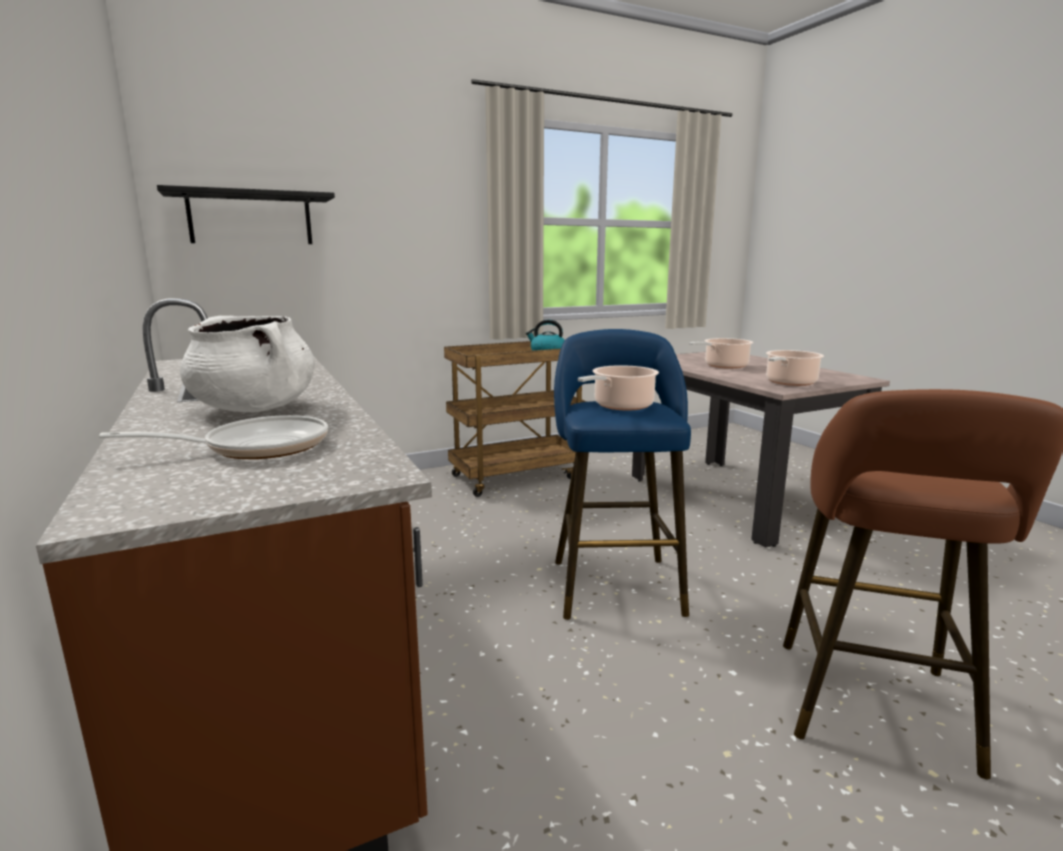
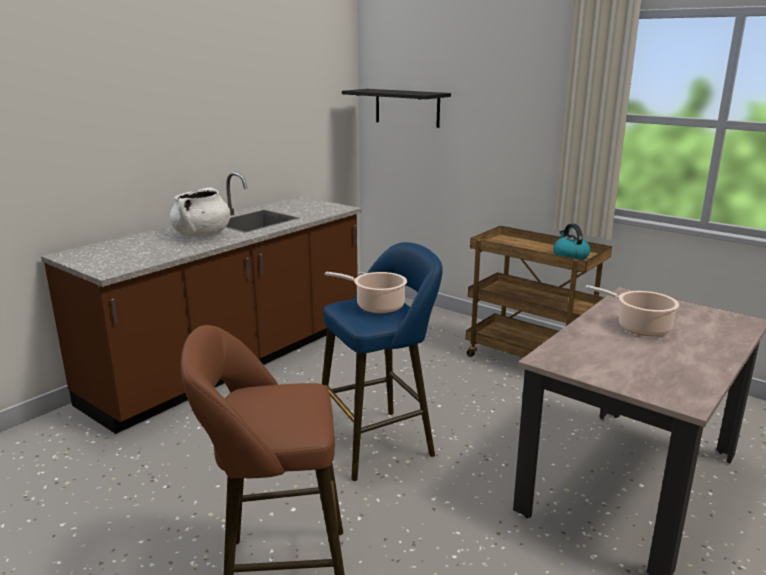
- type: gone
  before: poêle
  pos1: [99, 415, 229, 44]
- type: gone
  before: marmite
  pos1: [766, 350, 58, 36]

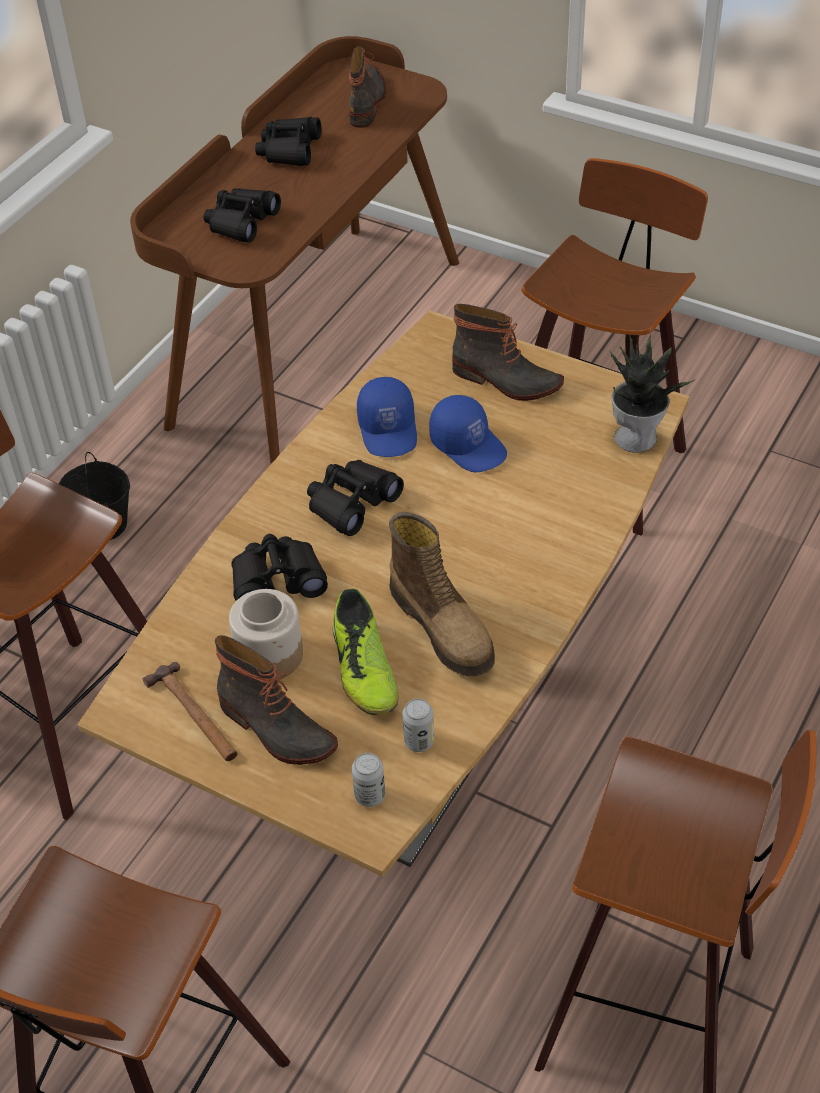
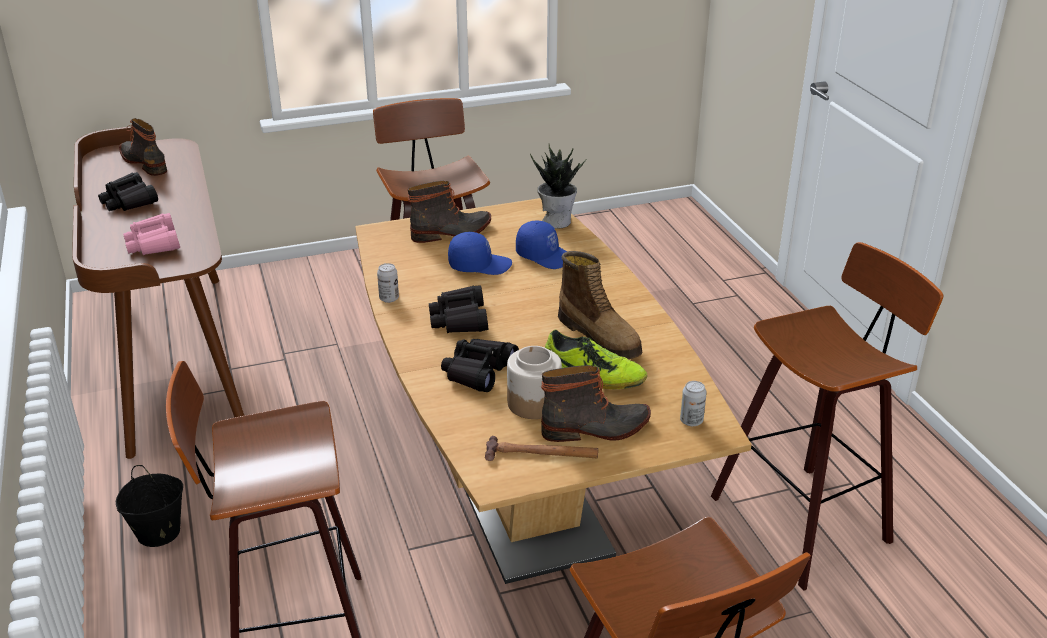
- type: repainted
  before: jumelles [noir]
  after: jumelles [rose]
  pos1: [204, 188, 77, 54]
  pos2: [123, 213, 57, 42]
- type: shifted
  before: boîte métallique
  pos1: [403, 698, 31, 54]
  pos2: [377, 263, 22, 40]
- type: shifted
  before: casquette [bleu]
  pos1: [357, 377, 60, 80]
  pos2: [516, 220, 51, 49]
- type: rotated
  before: botte
  pos1: [389, 512, 106, 164]
  pos2: [558, 251, 84, 108]
  turn: 45

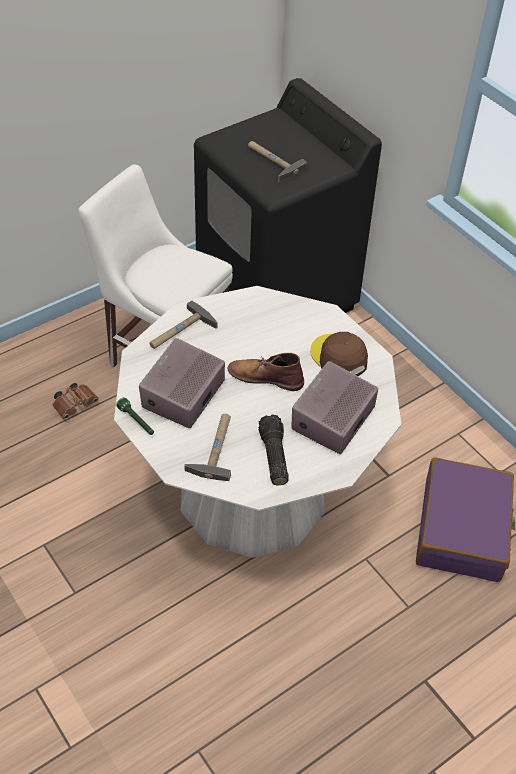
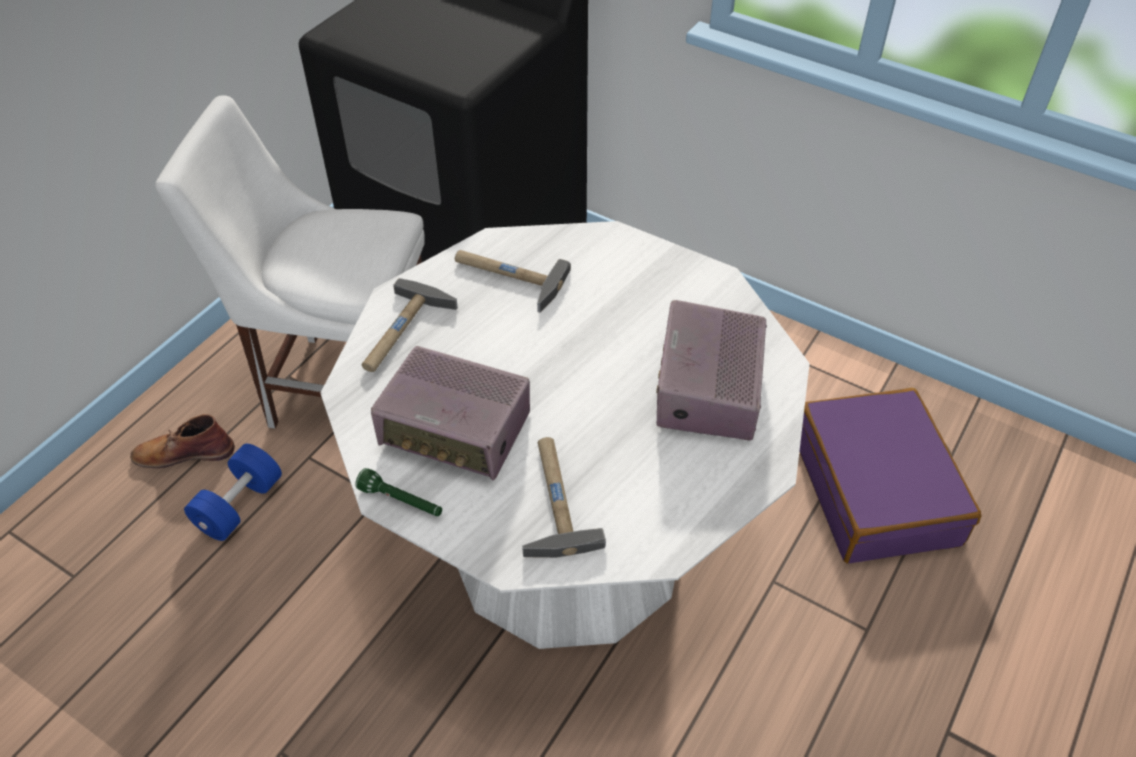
- type: shifted
  before: botte [marron]
  pos1: [228, 353, 76, 38]
  pos2: [130, 414, 105, 54]
- type: swapped
  before: jumelles [marron]
  after: haltère [bleu]
  pos1: [53, 383, 46, 36]
  pos2: [184, 444, 98, 97]
- type: rotated
  before: radio
  pos1: [139, 338, 86, 90]
  pos2: [371, 346, 159, 135]
  turn: -75
- type: shifted
  before: marteau
  pos1: [248, 141, 59, 41]
  pos2: [455, 250, 116, 63]
- type: gone
  before: lampe de poche
  pos1: [258, 415, 31, 70]
- type: gone
  before: casquette [marron]
  pos1: [310, 332, 58, 44]

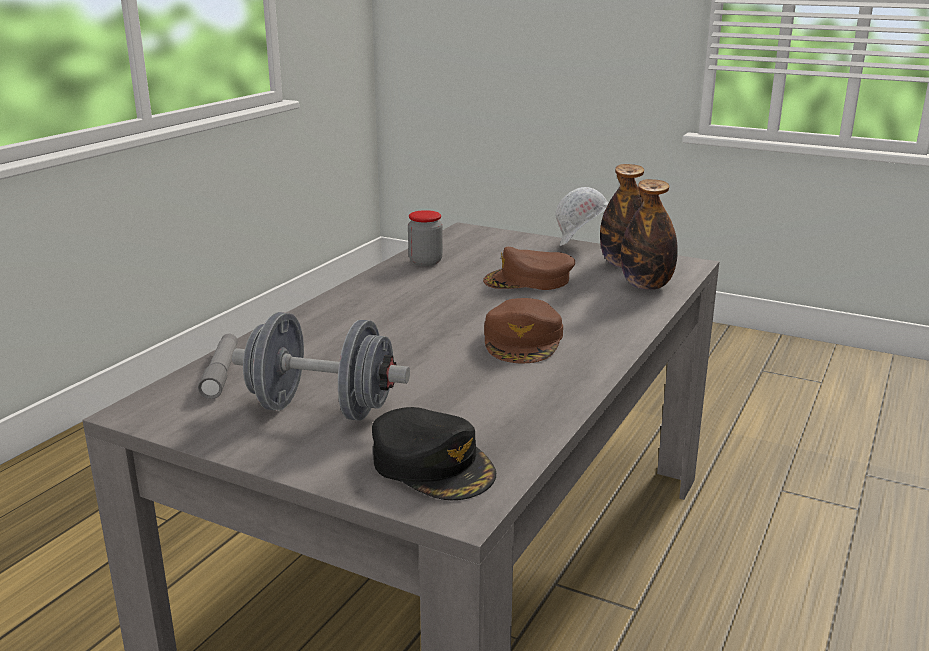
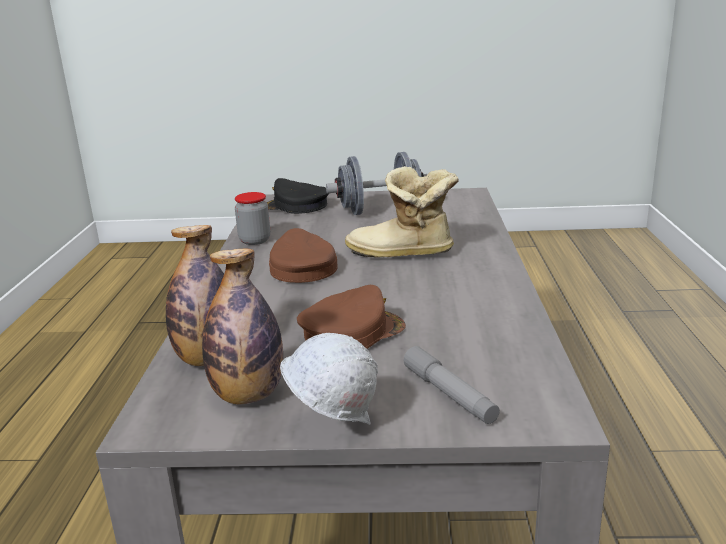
- type: shifted
  before: bocal
  pos1: [408, 210, 35, 56]
  pos2: [235, 192, 35, 53]
- type: new
  after: botte
  pos2: [345, 166, 114, 92]
- type: shifted
  before: lampe de poche [gris]
  pos1: [198, 334, 40, 65]
  pos2: [403, 346, 97, 78]

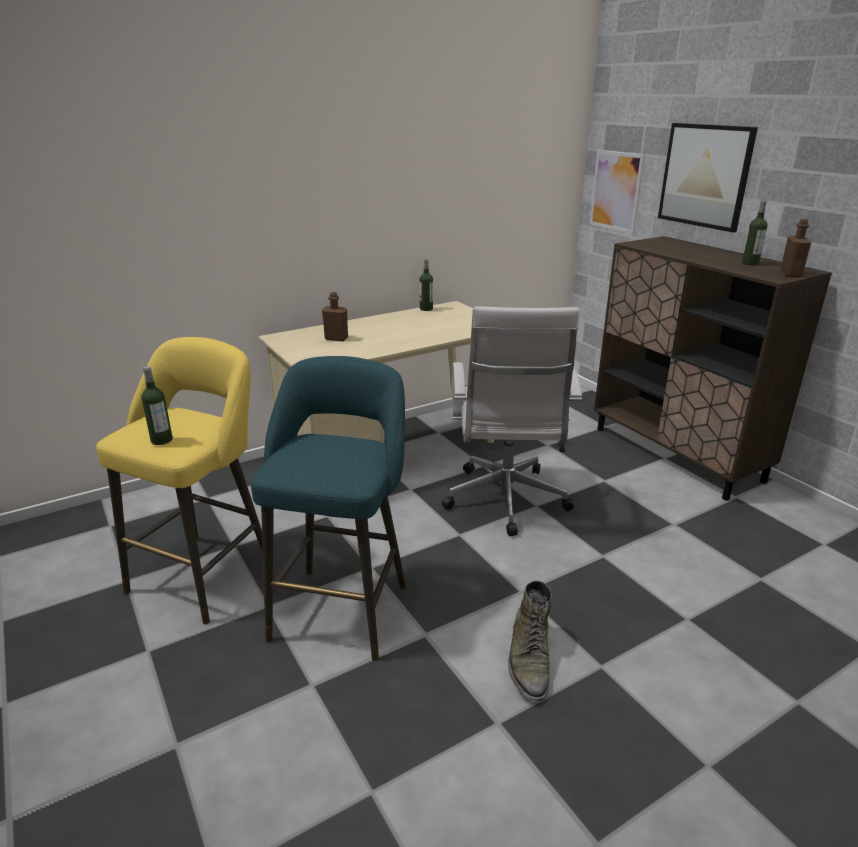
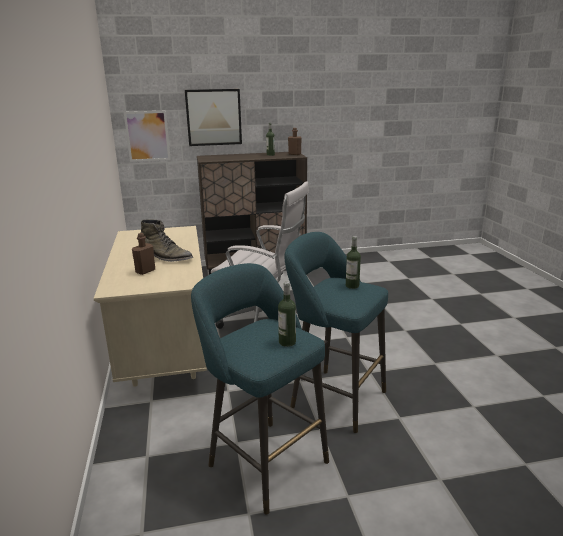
- type: shifted
  before: botte [vert]
  pos1: [508, 580, 44, 121]
  pos2: [141, 219, 52, 43]
- type: repainted
  before: tabouret [jaune]
  after: tabouret [turquoise]
  pos1: [96, 337, 167, 287]
  pos2: [191, 263, 138, 251]
- type: shifted
  before: bouteille
  pos1: [420, 259, 13, 52]
  pos2: [346, 236, 15, 53]

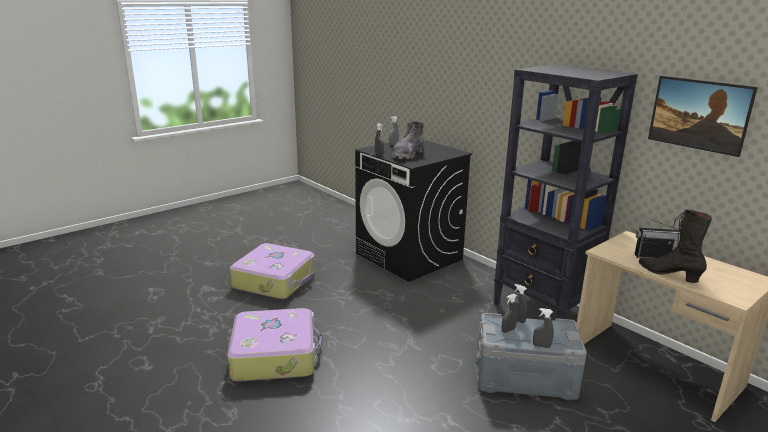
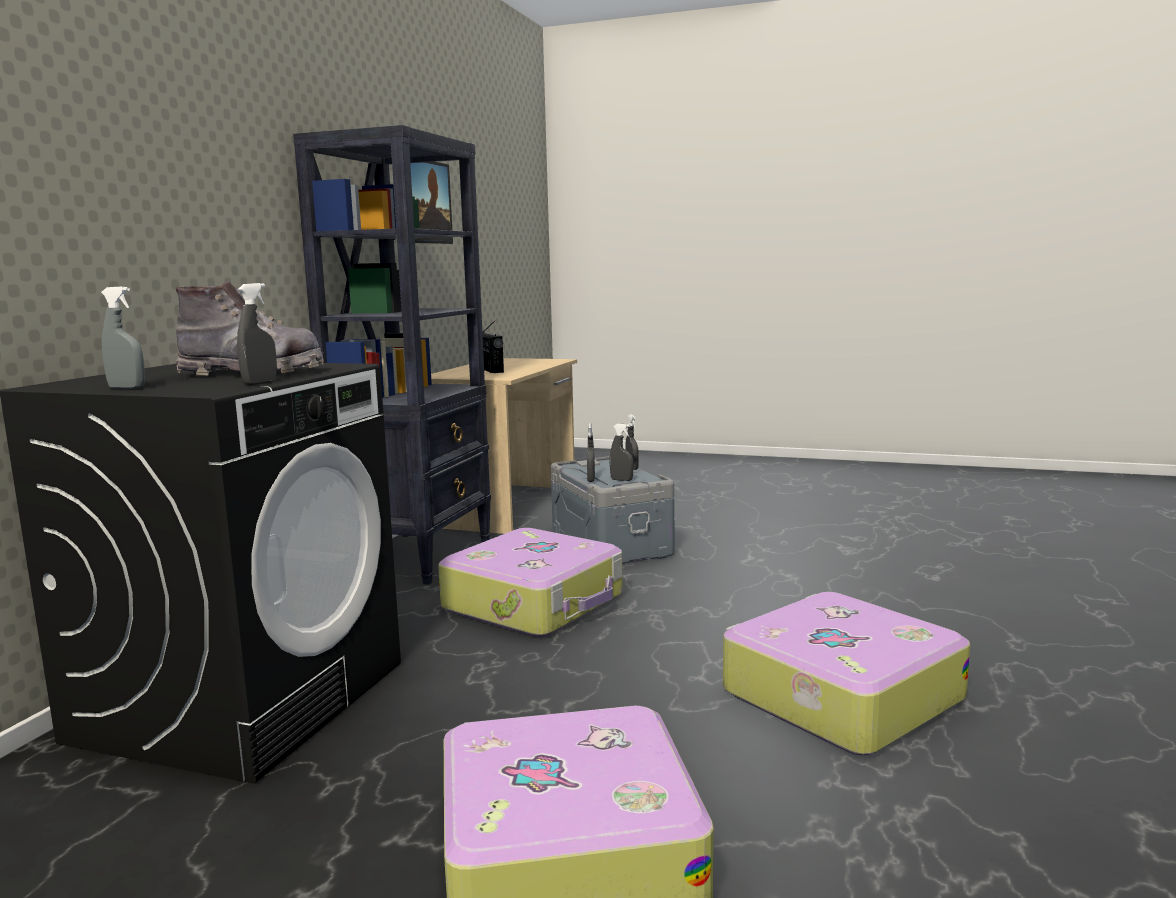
- type: new
  after: valise
  pos2: [438, 528, 185, 109]
- type: gone
  before: botte [noir]
  pos1: [639, 210, 73, 73]

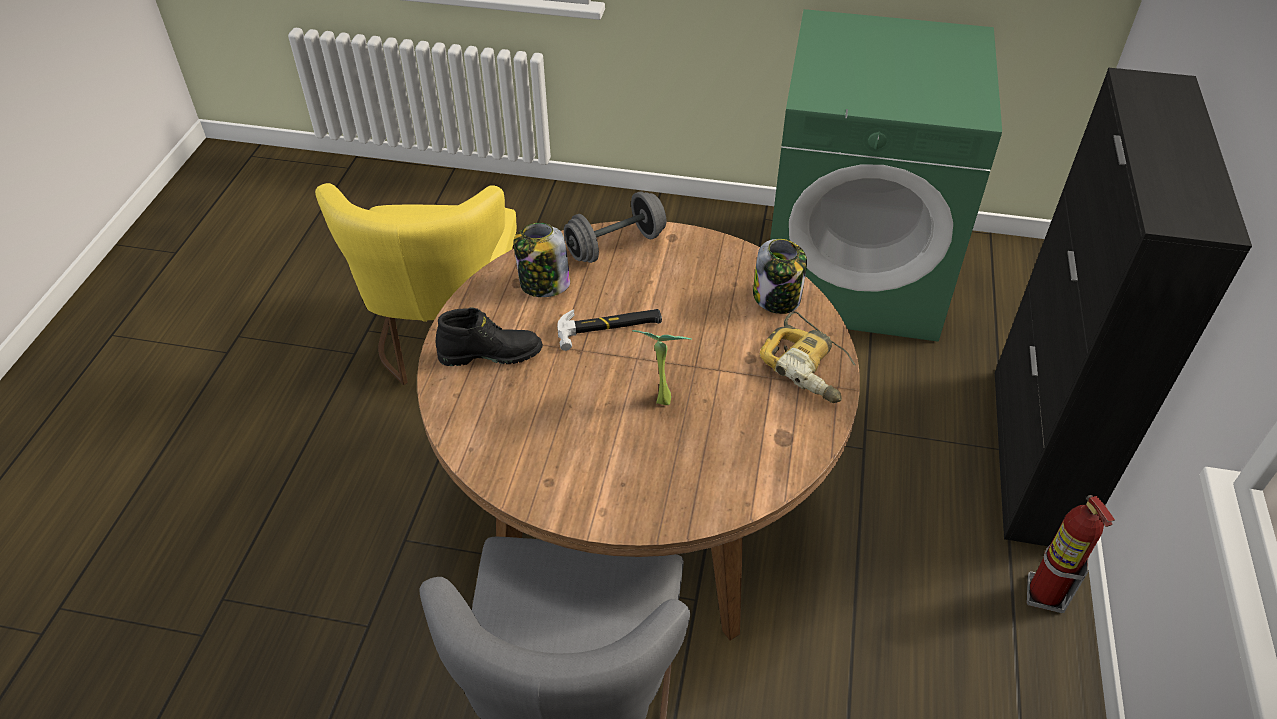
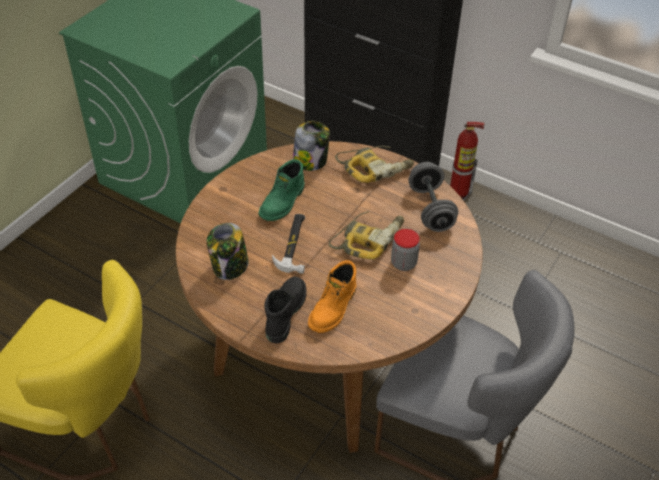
- type: new
  after: botte [vert]
  pos2: [259, 159, 46, 62]
- type: new
  after: botte [orange]
  pos2: [308, 260, 48, 73]
- type: swapped
  before: plante en pot
  after: perceuse
  pos1: [632, 330, 60, 75]
  pos2: [329, 211, 75, 49]
- type: new
  after: bocal
  pos2: [391, 229, 29, 42]
- type: shifted
  before: haltère [gris]
  pos1: [564, 191, 102, 72]
  pos2: [408, 162, 50, 70]

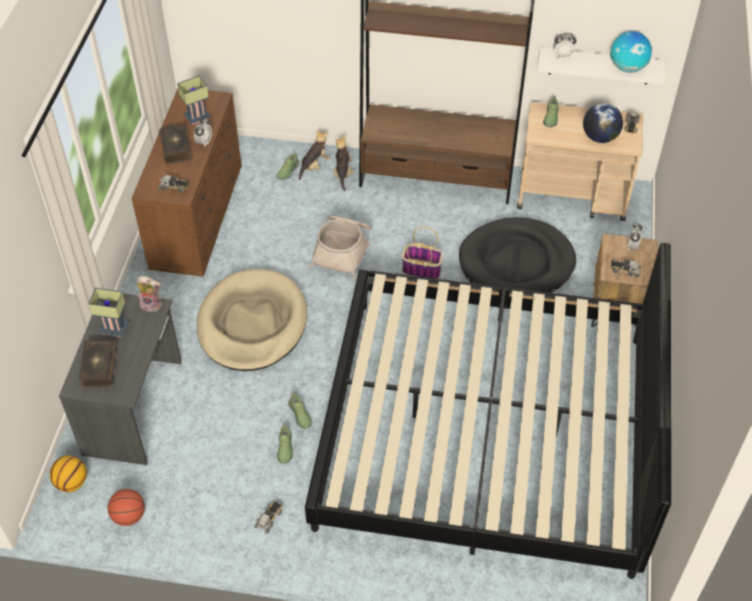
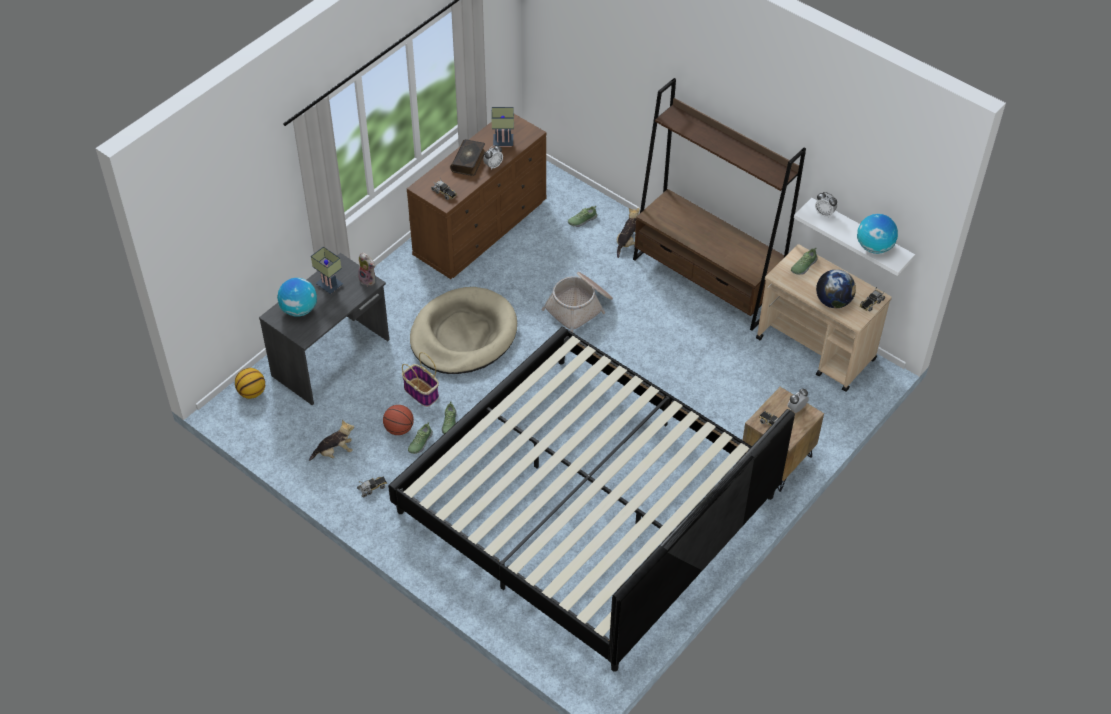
- type: swapped
  before: livre
  after: globe
  pos1: [79, 341, 38, 47]
  pos2: [277, 278, 40, 39]
- type: shifted
  before: peluche
  pos1: [299, 130, 31, 50]
  pos2: [309, 420, 45, 41]
- type: shifted
  before: ballon de basket
  pos1: [108, 489, 37, 37]
  pos2: [383, 405, 31, 30]
- type: shifted
  before: panier
  pos1: [402, 227, 41, 52]
  pos2: [402, 352, 37, 55]
- type: gone
  before: panier pour chien [noir]
  pos1: [459, 217, 117, 76]

